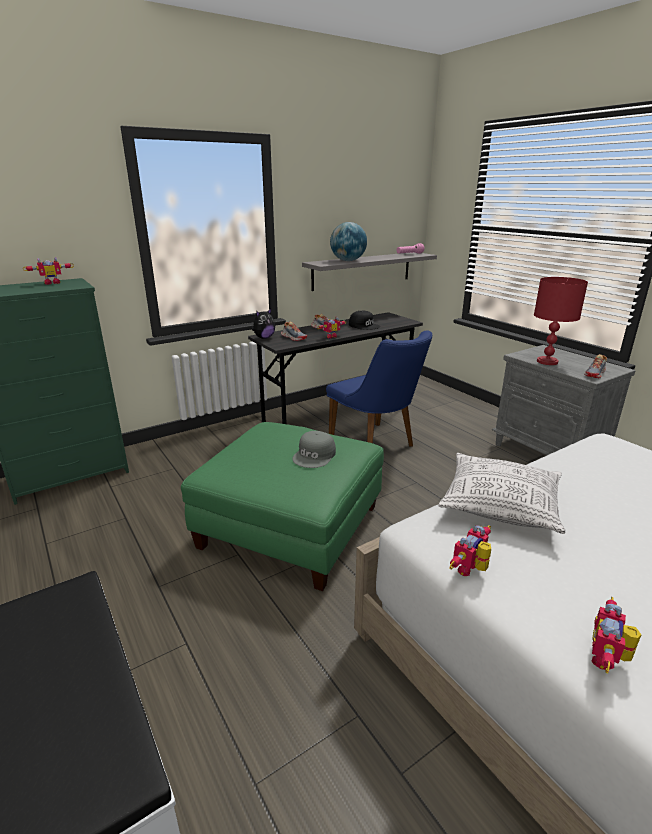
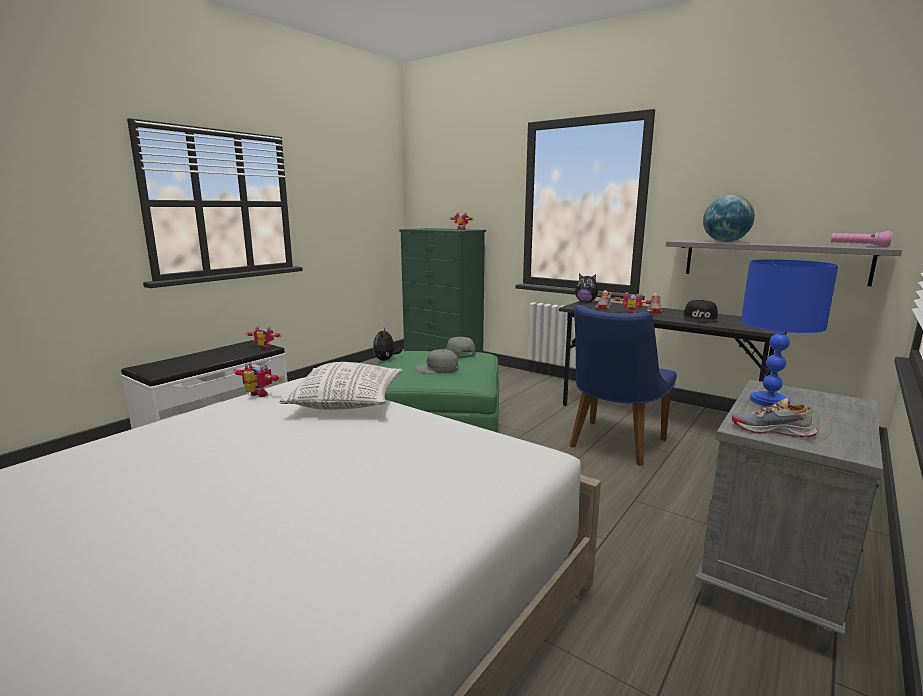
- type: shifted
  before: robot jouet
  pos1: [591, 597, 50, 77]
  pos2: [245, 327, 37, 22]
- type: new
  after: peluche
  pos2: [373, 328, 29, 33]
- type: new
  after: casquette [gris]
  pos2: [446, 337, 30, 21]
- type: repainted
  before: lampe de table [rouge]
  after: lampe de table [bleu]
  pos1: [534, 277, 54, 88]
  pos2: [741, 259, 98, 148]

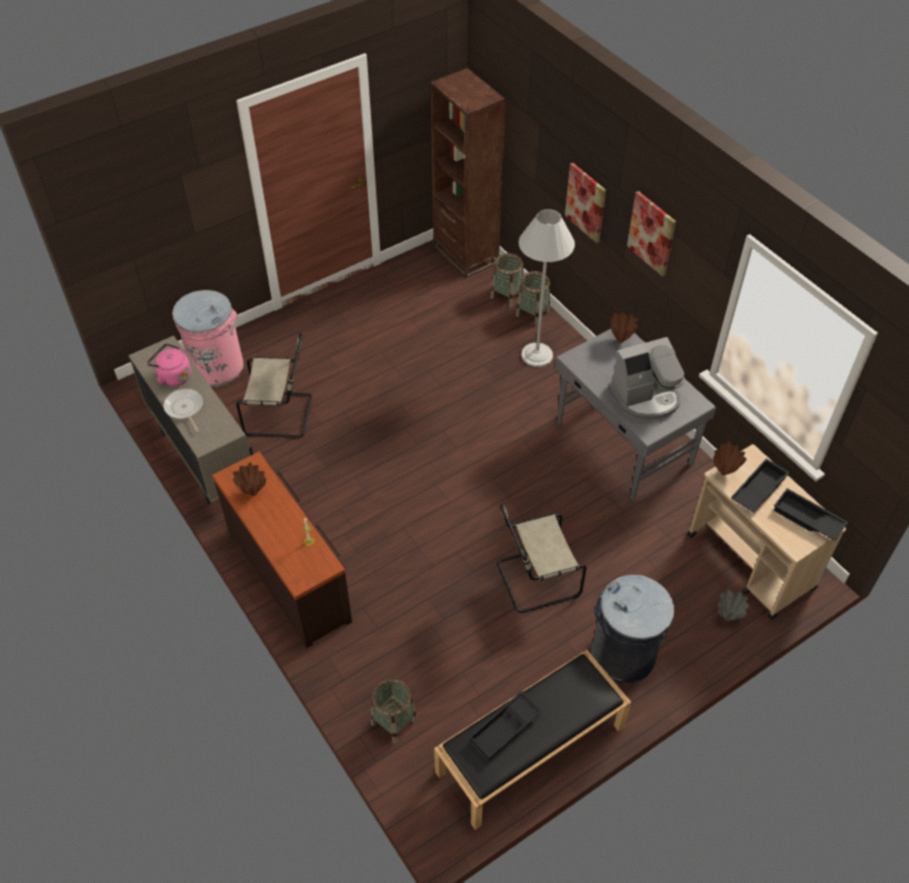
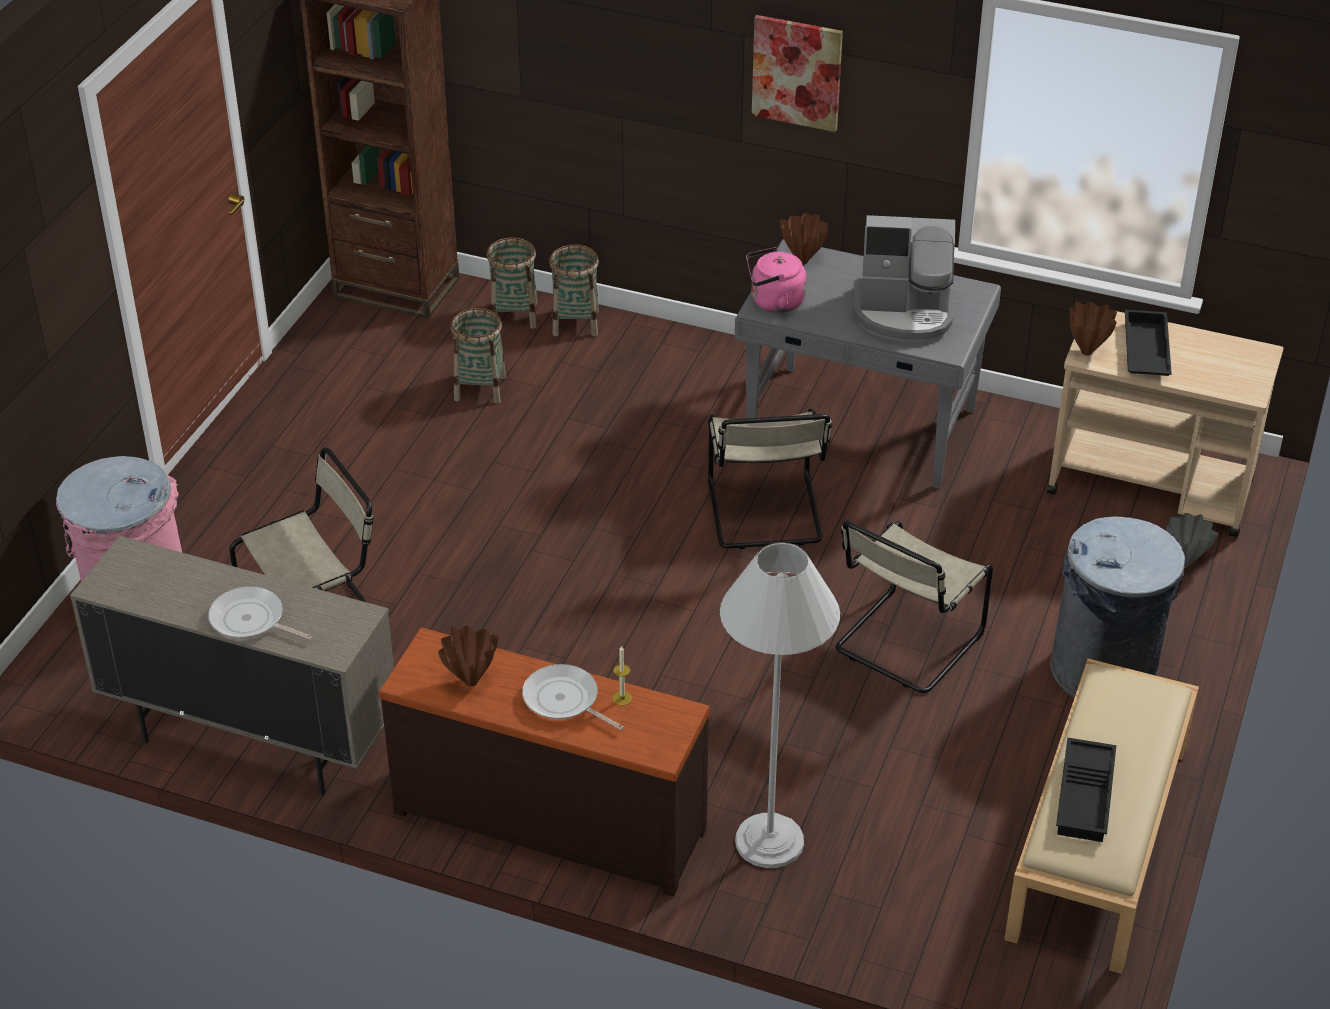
- type: shifted
  before: panier
  pos1: [371, 679, 46, 65]
  pos2: [451, 308, 55, 96]
- type: new
  after: poêle
  pos2: [522, 664, 102, 66]
- type: new
  after: chaise [beige]
  pos2: [708, 409, 125, 140]
- type: shifted
  before: lampadaire [blanc]
  pos1: [519, 209, 56, 158]
  pos2: [720, 542, 120, 326]
- type: shifted
  before: bouilloire [rose]
  pos1: [147, 343, 44, 44]
  pos2: [746, 247, 60, 66]
- type: rotated
  before: machine à café
  pos1: [608, 337, 77, 83]
  pos2: [853, 215, 102, 127]
  turn: 60
- type: repainted
  before: banc [noir]
  after: banc [beige]
  pos1: [434, 650, 197, 180]
  pos2: [1004, 658, 195, 316]
- type: gone
  before: tableau
  pos1: [565, 163, 41, 80]
- type: gone
  before: plateau [noir]
  pos1: [774, 488, 74, 53]

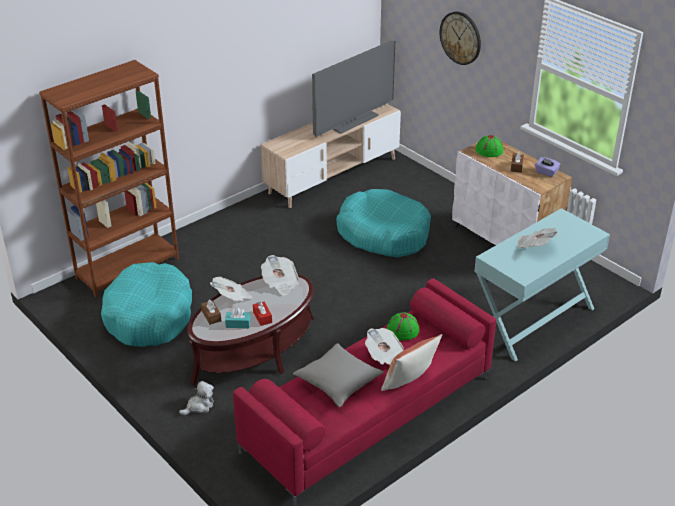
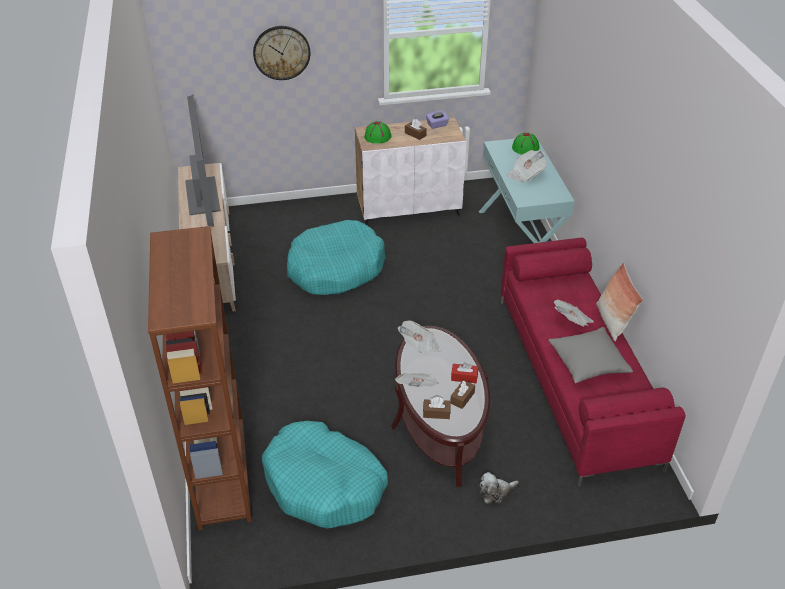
- type: repainted
  before: boîte à mouchoirs [turquoise]
  after: boîte à mouchoirs [marron]
  pos1: [225, 308, 26, 20]
  pos2: [450, 380, 25, 29]
- type: rotated
  before: peluche
  pos1: [179, 381, 35, 34]
  pos2: [480, 472, 39, 32]
  turn: -105
- type: shifted
  before: chapeau [vert]
  pos1: [387, 312, 32, 28]
  pos2: [512, 132, 28, 23]

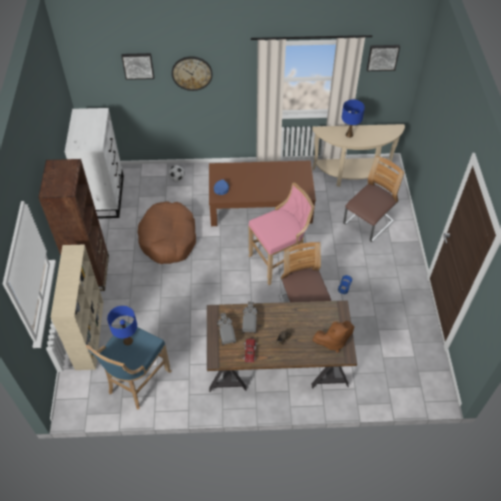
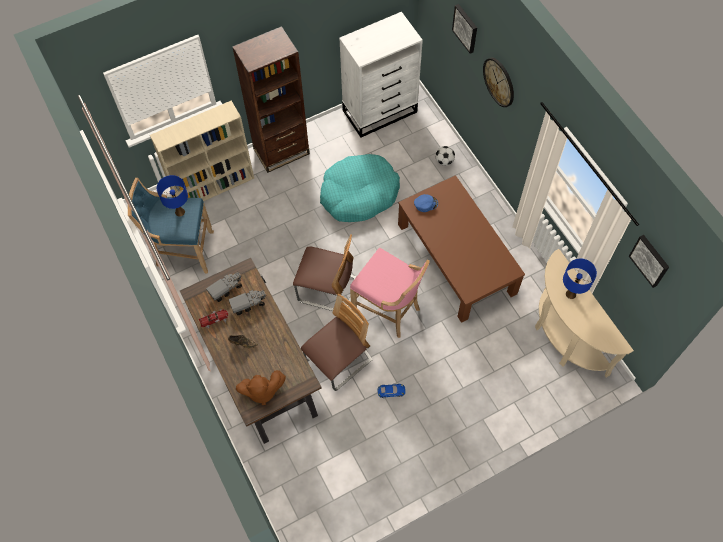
- type: rotated
  before: peluche [marron]
  pos1: [312, 321, 42, 31]
  pos2: [236, 370, 50, 35]
  turn: -60
- type: shifted
  before: chaise
  pos1: [343, 156, 62, 86]
  pos2: [293, 234, 64, 77]
- type: repainted
  before: panier pour chien [marron]
  after: panier pour chien [turquoise]
  pos1: [138, 201, 58, 63]
  pos2: [320, 154, 80, 68]

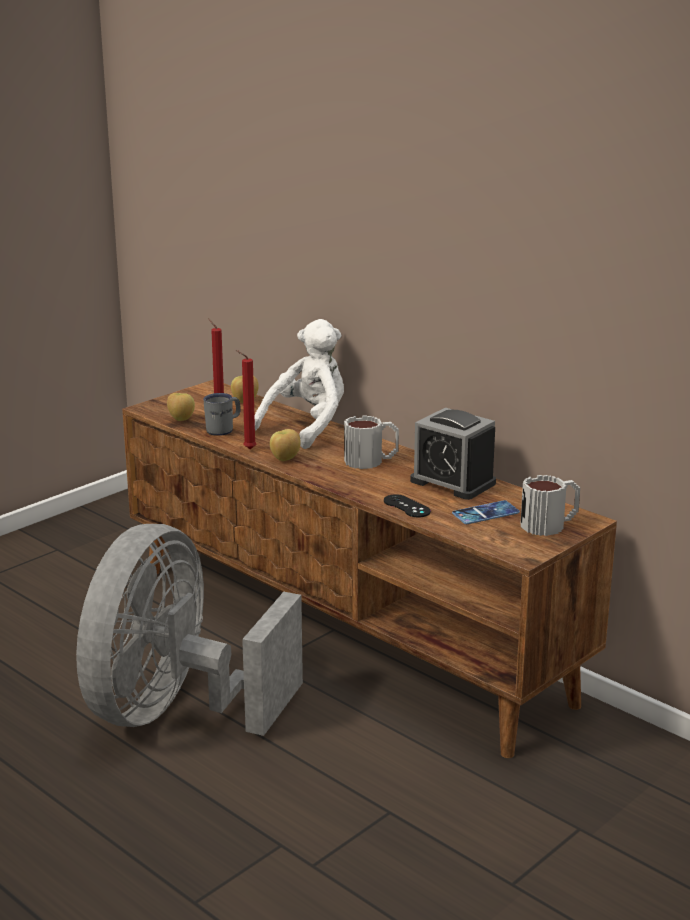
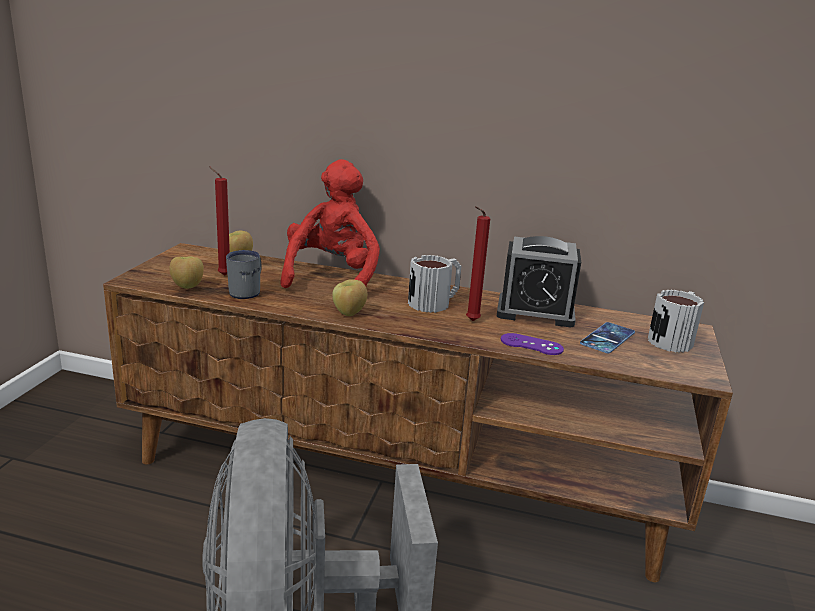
- type: repainted
  before: peluche [blanc]
  after: peluche [rouge]
  pos1: [255, 319, 89, 130]
  pos2: [280, 159, 100, 129]
- type: shifted
  before: bougie [rouge]
  pos1: [236, 350, 20, 99]
  pos2: [466, 206, 24, 115]
- type: repainted
  before: manette [noir]
  after: manette [violet]
  pos1: [384, 494, 47, 23]
  pos2: [501, 333, 63, 22]

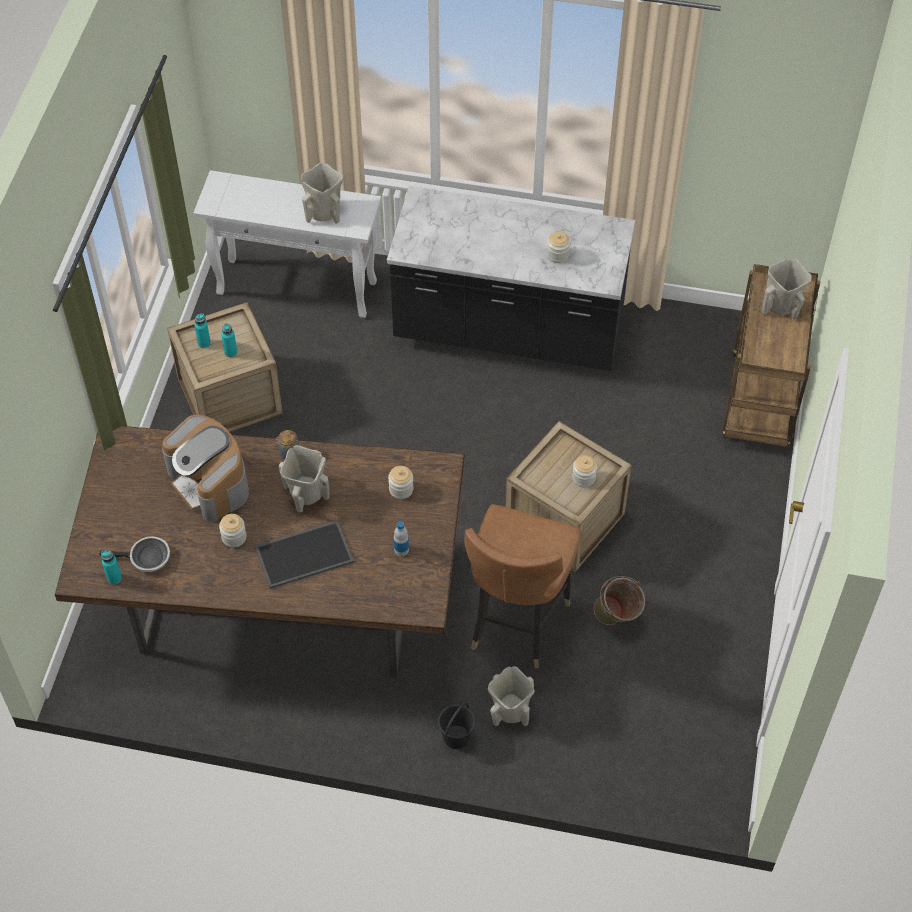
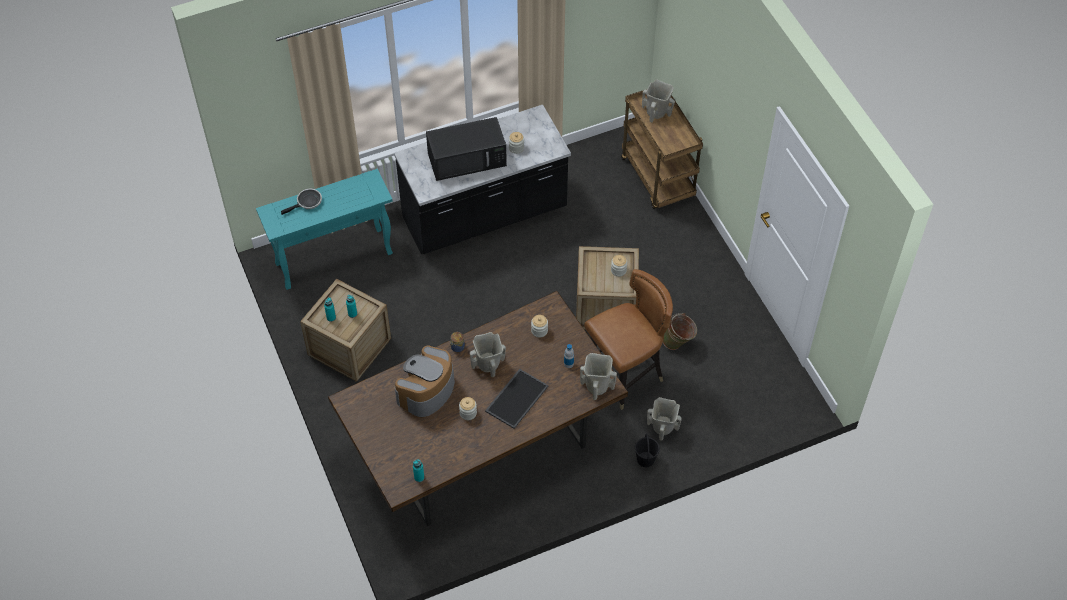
- type: repainted
  before: table console [blanc]
  after: table console [turquoise]
  pos1: [193, 170, 188, 148]
  pos2: [256, 169, 137, 121]
- type: shifted
  before: poêle
  pos1: [100, 536, 70, 36]
  pos2: [281, 189, 41, 26]
- type: rotated
  before: machine à café
  pos1: [162, 415, 87, 107]
  pos2: [395, 345, 60, 72]
  turn: 105
- type: new
  after: micro-ondes [noir]
  pos2: [426, 117, 81, 64]
- type: shifted
  before: vase [beige]
  pos1: [301, 163, 42, 61]
  pos2: [580, 353, 37, 47]
- type: rotated
  before: chaise [marron]
  pos1: [464, 504, 118, 164]
  pos2: [584, 269, 89, 141]
  turn: -105

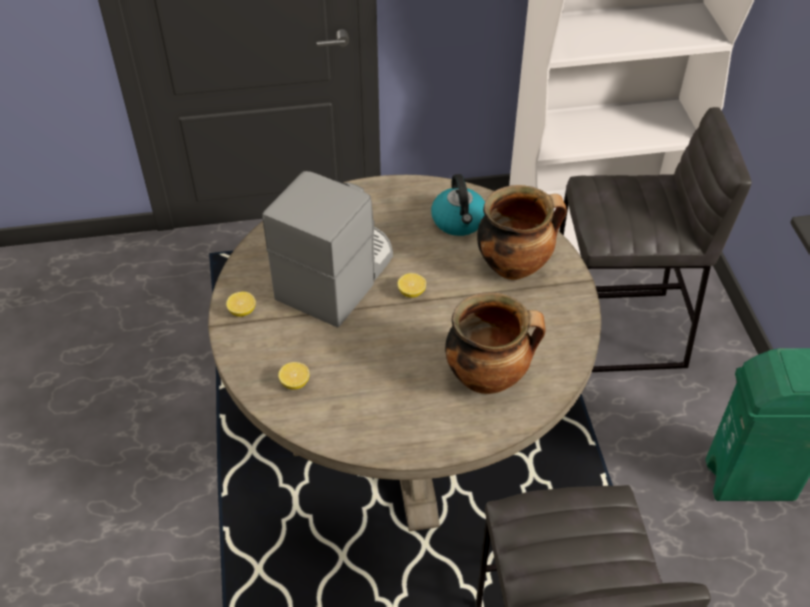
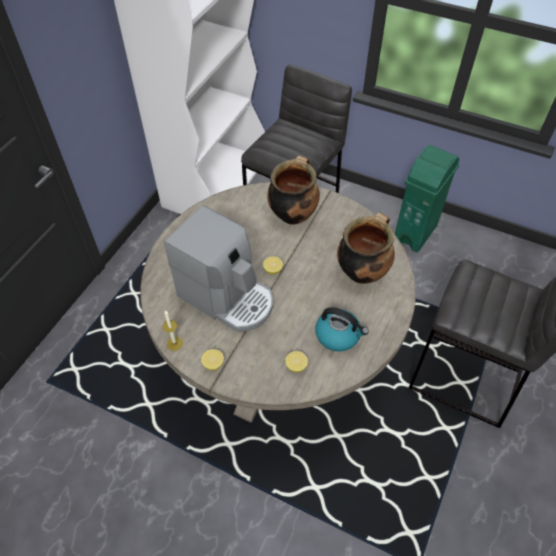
- type: new
  after: bougie
  pos2: [163, 310, 20, 41]
- type: rotated
  before: machine à café
  pos1: [262, 171, 131, 156]
  pos2: [164, 205, 109, 127]
  turn: 150
- type: shifted
  before: bouilloire
  pos1: [431, 174, 54, 62]
  pos2: [315, 307, 54, 44]

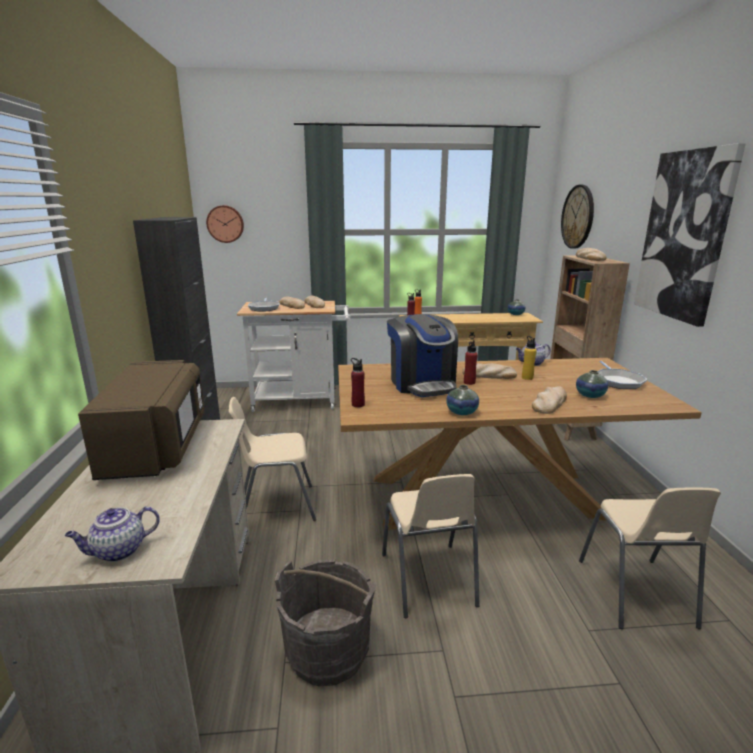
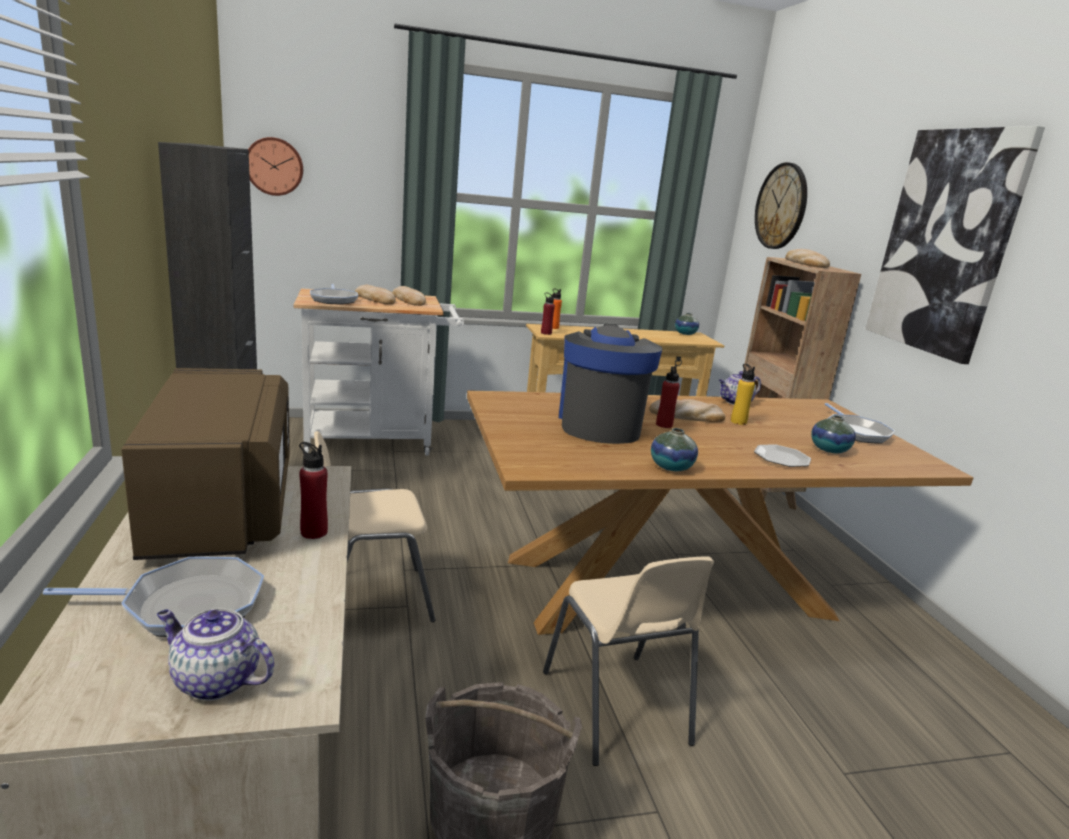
- type: new
  after: poêle
  pos2: [43, 557, 221, 80]
- type: rotated
  before: théière
  pos1: [65, 506, 95, 56]
  pos2: [157, 608, 117, 93]
  turn: 60
- type: shifted
  before: bouteille [rouge]
  pos1: [351, 358, 14, 49]
  pos2: [299, 442, 29, 97]
- type: rotated
  before: machine à café
  pos1: [387, 314, 71, 83]
  pos2: [559, 324, 103, 120]
  turn: -150
- type: swapped
  before: pain
  after: assiette
  pos1: [532, 386, 35, 28]
  pos2: [754, 444, 57, 23]
- type: gone
  before: chaise [beige]
  pos1: [579, 487, 142, 142]

